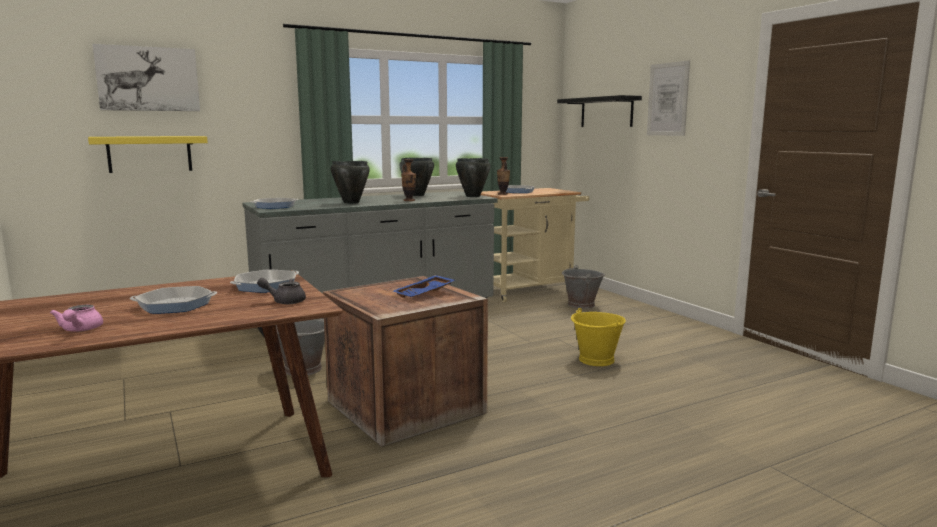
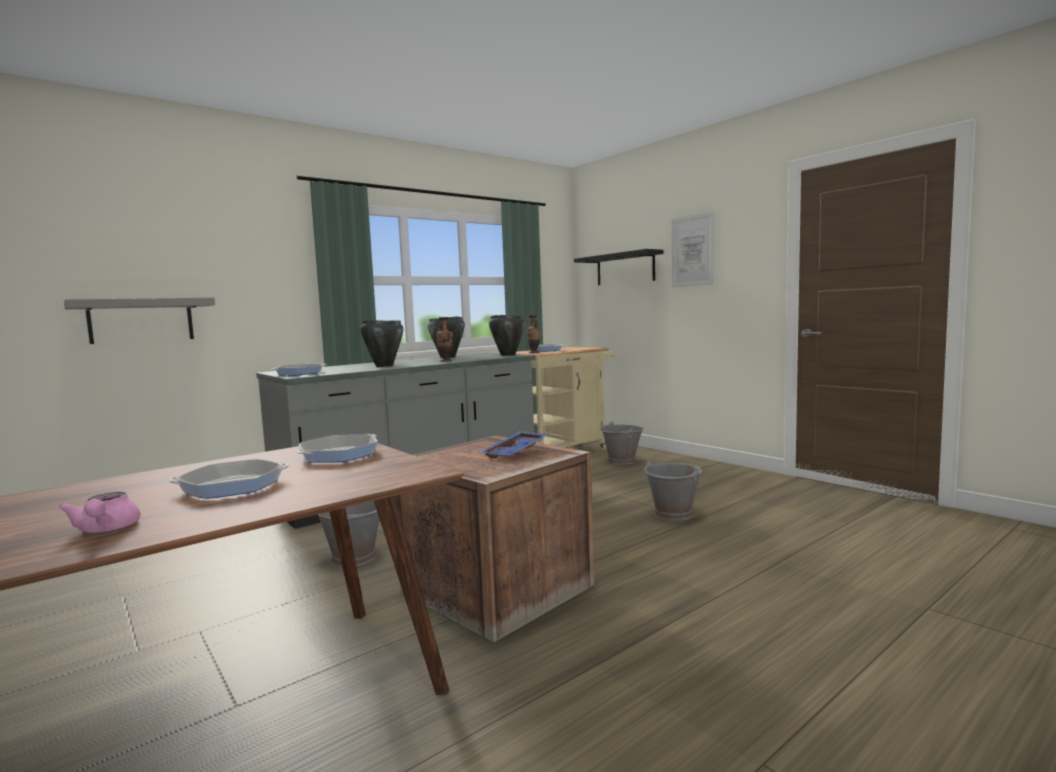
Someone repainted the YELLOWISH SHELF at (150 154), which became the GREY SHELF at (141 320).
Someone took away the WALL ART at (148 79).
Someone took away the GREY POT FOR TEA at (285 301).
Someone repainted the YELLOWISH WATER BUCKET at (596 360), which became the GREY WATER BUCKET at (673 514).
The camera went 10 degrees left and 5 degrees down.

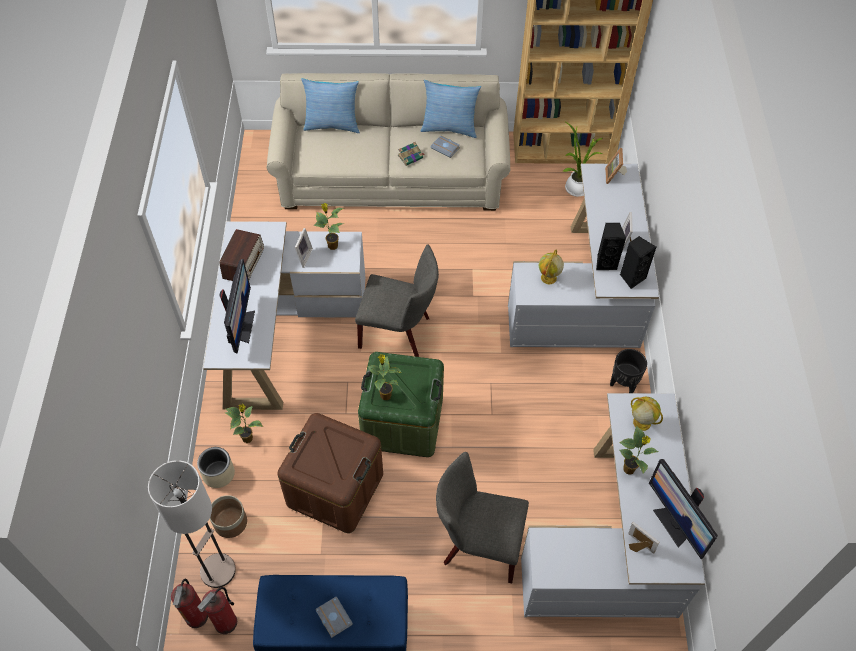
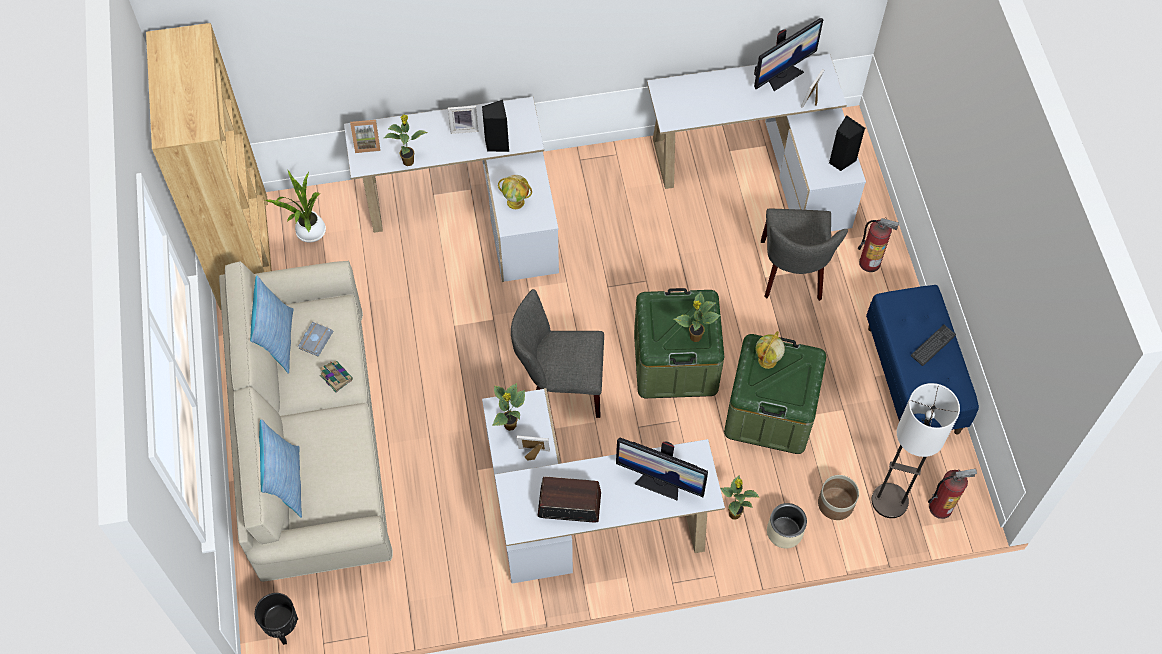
Someone carried the FIRE EXTINGUISHER from (225 623) to (870 262).
Someone rotated the COMPUTER SCREEN at (242 326) by 150 degrees counterclockwise.
Someone repainted the BROWNISH STORAGE CONTAINER at (335 489), which became the GREENISH STORAGE CONTAINER at (770 411).
Someone swapped the GREY VOLUME at (332 618) for the COMPUTER KEYBOARD at (933 345).
Someone rotated the GREY CHAIR at (399 332) by 90 degrees counterclockwise.
Someone carried the BLACK-COLOURED PLANTER from (623 384) to (283 628).
Someone carried the HOUSEPLANT from (629 469) to (409 161).
Someone carried the BLACK-COLOURED LOUDSPEAKER from (632 277) to (841 160).
Someone carried the GLOBE from (641 422) to (767 361).
The camera went 100 degrees left and 5 degrees up.

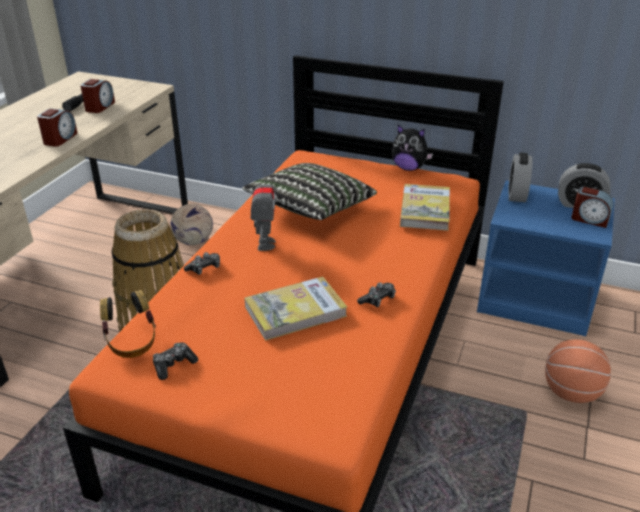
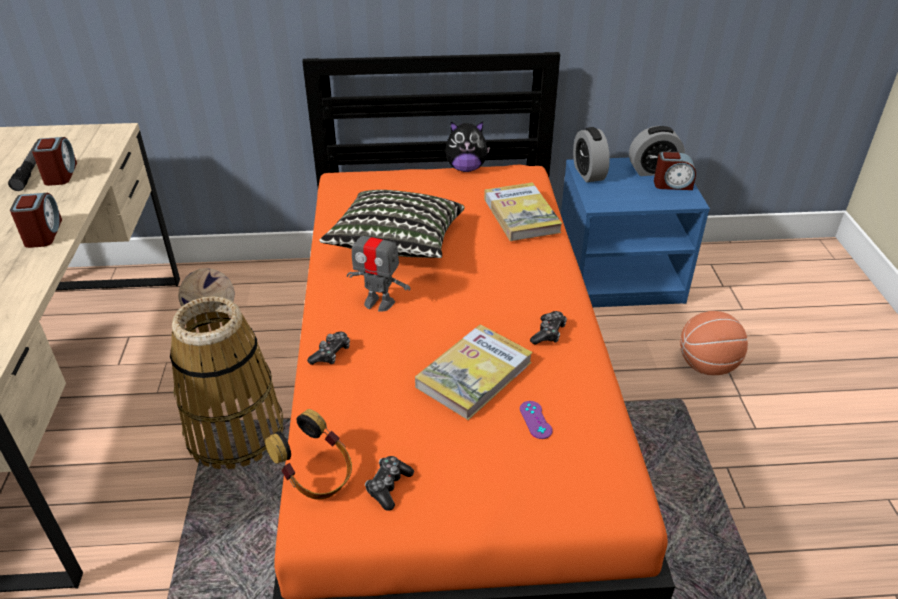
Someone rotated the ROBOT FIGURE at (265 244) by 135 degrees clockwise.
Someone put down the PURPLE-COLOURED JOYPAD at (535 420).
The camera went 25 degrees left and 5 degrees up.

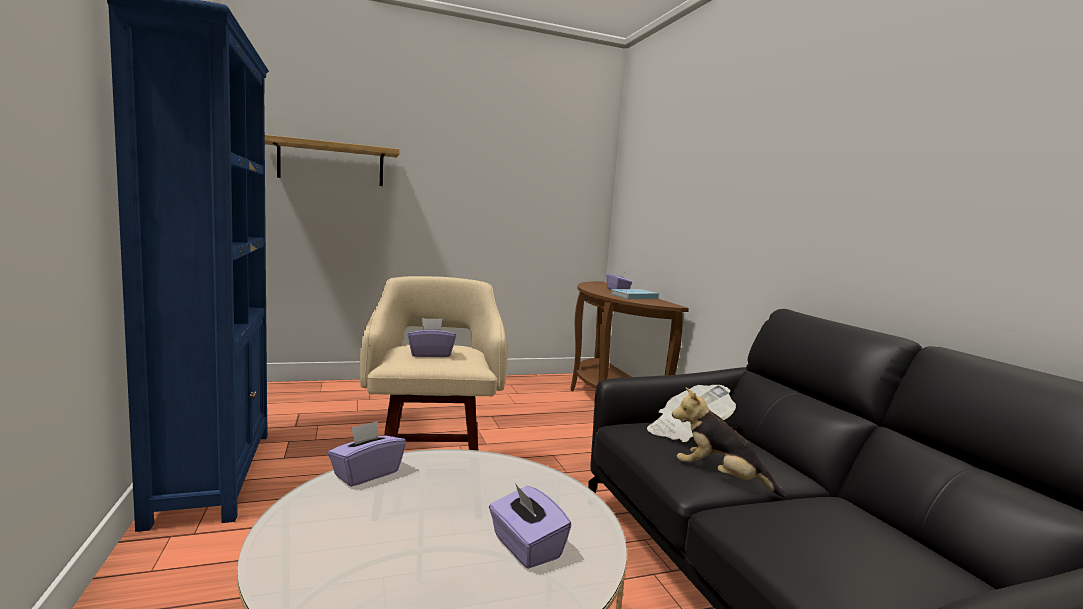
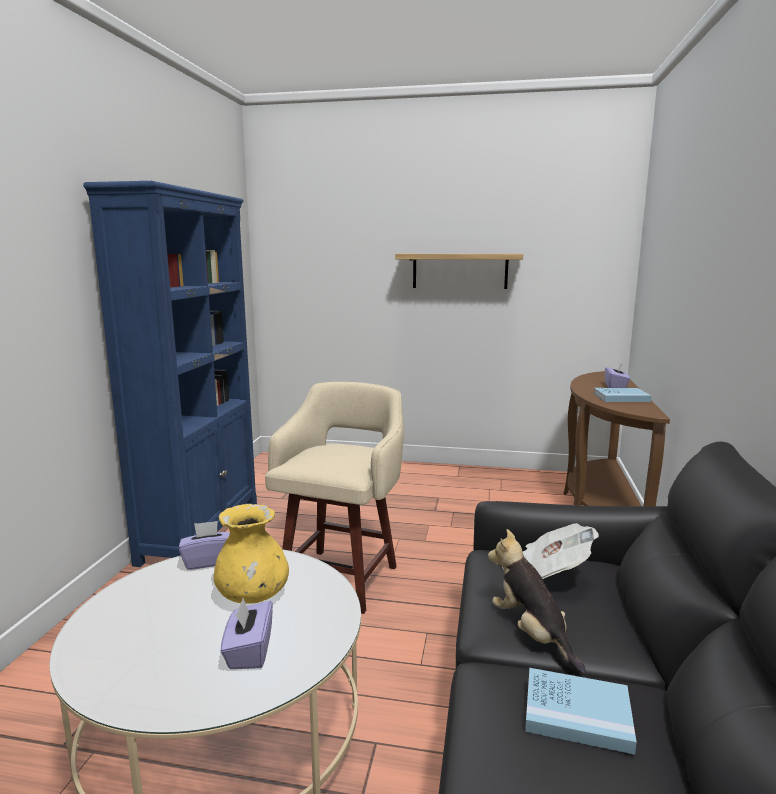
Someone carried the SHELF from (331 163) to (460 271).
Someone took away the PURPLE-COLOURED TISSUE BOX at (430 354).
Someone put down the YELLOWISH FLOWER VASE at (253 596).
Someone put down the BLUISH VOLUME at (577 713).
The camera went 30 degrees right and 5 degrees up.

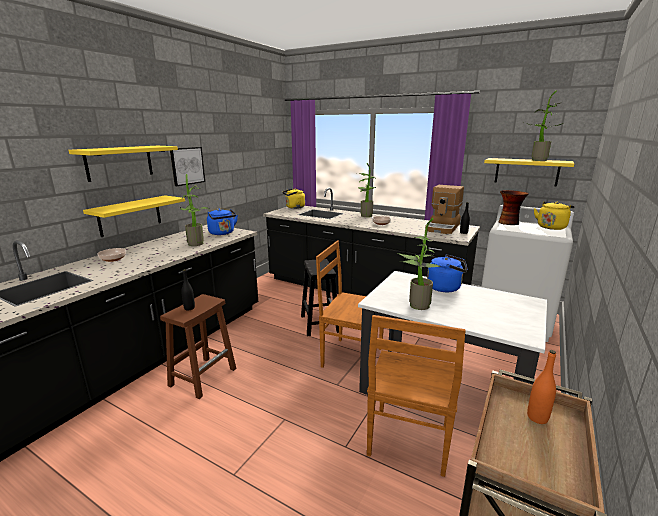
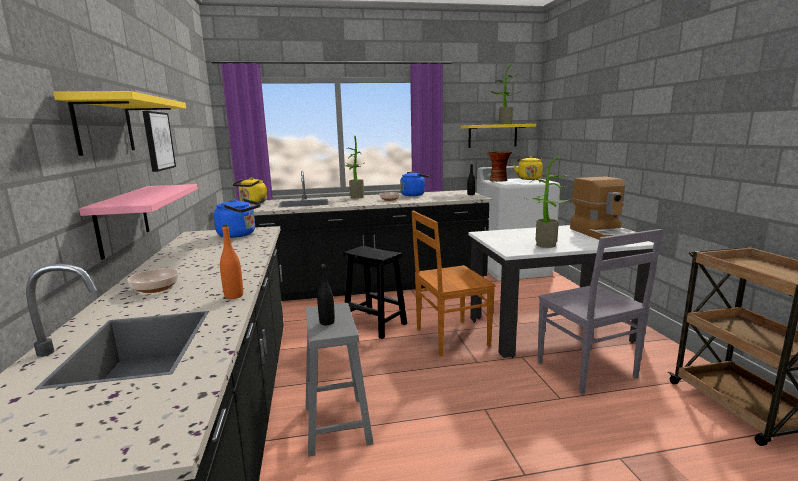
Someone repainted the YELLOWISH SHELF at (130 215), which became the PINKISH SHELF at (122 219).
Someone repainted the BROWNISH SITTING STOOL at (203 376), which became the GREY SITTING STOOL at (336 423).
Someone took away the HOUSEPLANT at (198 244).
Someone repainted the BROWNISH CHAIR at (408 442), which became the GREY CHAIR at (587 371).
Someone carried the COFFEE BREWER from (443 227) to (602 233).
Someone carried the BLUISH TEA KETTLE from (446 287) to (414 195).
Someone carried the ORANGE BOTTLE from (537 417) to (234 296).
The camera went 40 degrees left and 5 degrees down.

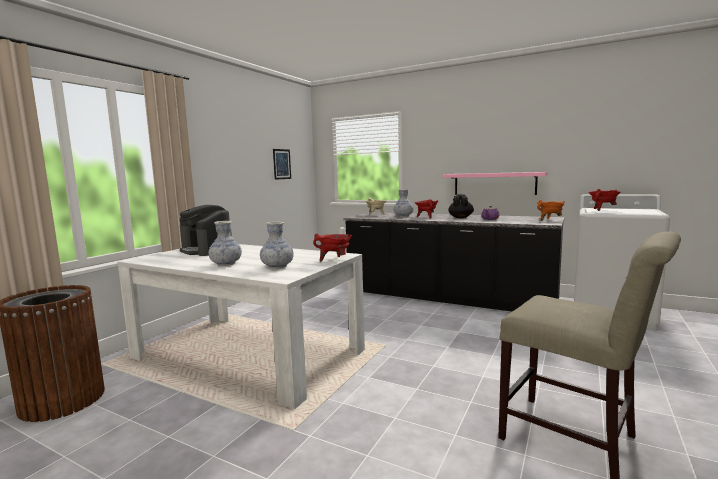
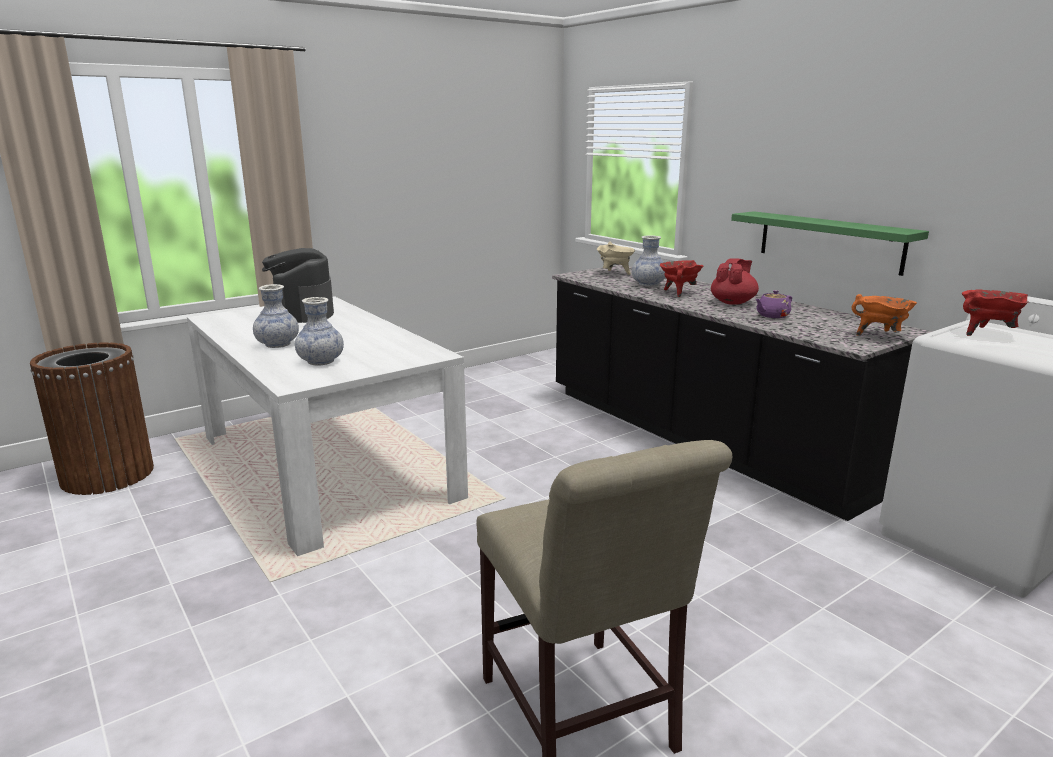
Someone took away the WALL ART at (282 164).
Someone took away the RED STOCKPOT at (334 260).
Someone repainted the PINKISH SHELF at (494 183), which became the GREENISH SHELF at (829 241).
Someone repainted the BLACK-COLOURED POT FOR TEA at (460 217), which became the RED POT FOR TEA at (733 302).
The camera went 25 degrees right and 10 degrees up.

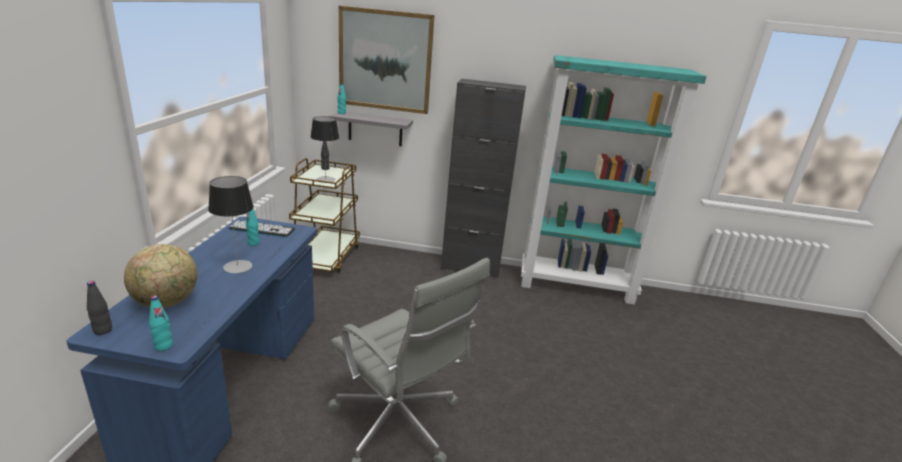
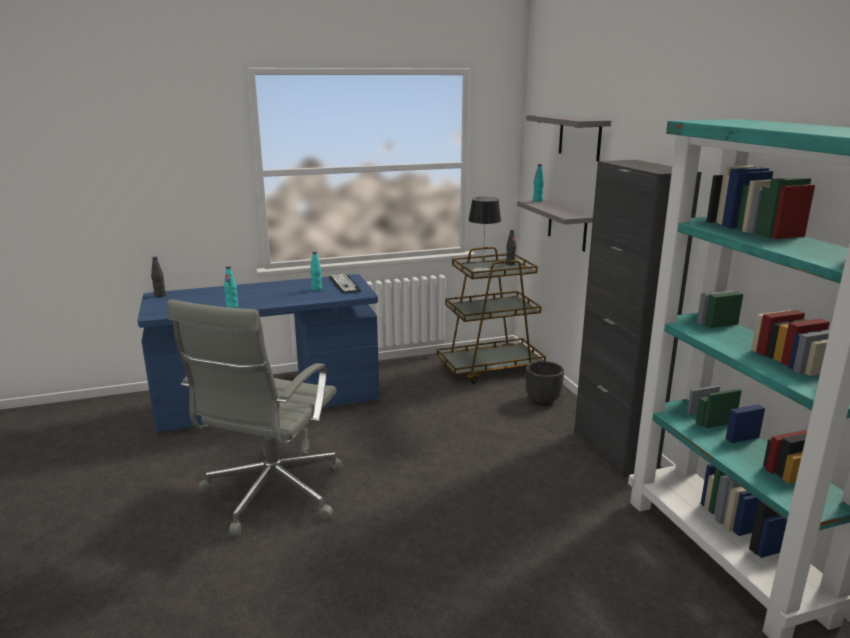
Someone took away the GLOBE at (167 302).
Someone carried the TURQUOISE BOTTLE from (163 346) to (232 307).
Someone took away the LAMP FOR A TABLE at (237 266).
Someone swapped the WALL ART at (385 61) for the GREY SHELF at (580 137).
Someone put down the BLACK-COLOURED PLANTER at (543 401).
The camera went 65 degrees right and 5 degrees down.

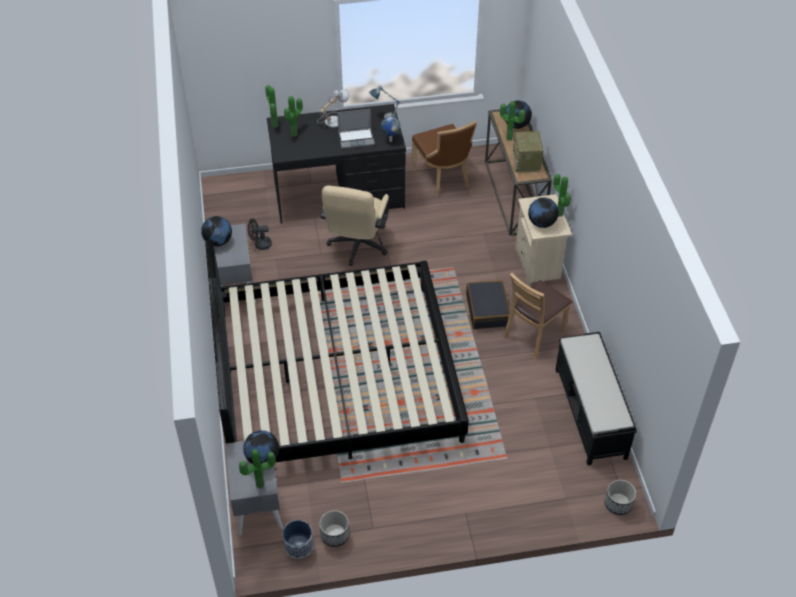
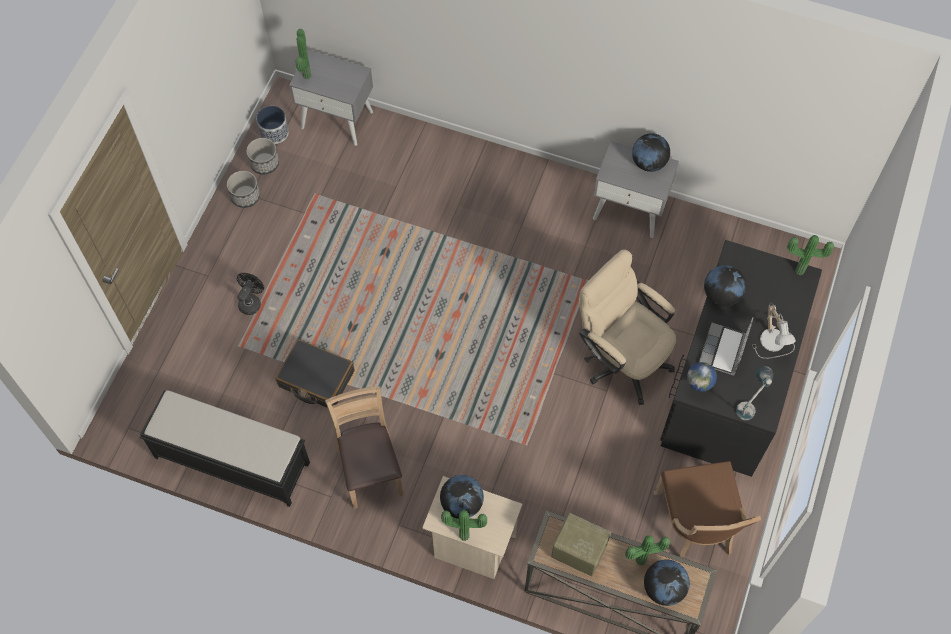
Someone took away the BED at (335 375).
Someone carried the GLOBE from (262 458) to (721 295).
Someone carried the BLACK-COLOURED ELECTRIC FAN from (260 244) to (251 302).
Someone took away the HOUSEPLANT at (295 134).
Someone rotated the BROWNISH CHAIR at (443 177) by 105 degrees counterclockwise.
Someone carried the BLACK-COLOURED TRAVEL CASE from (488 310) to (316 379).
Someone carried the PLANTER from (618 504) to (245 196).
The camera went 120 degrees right and 15 degrees up.

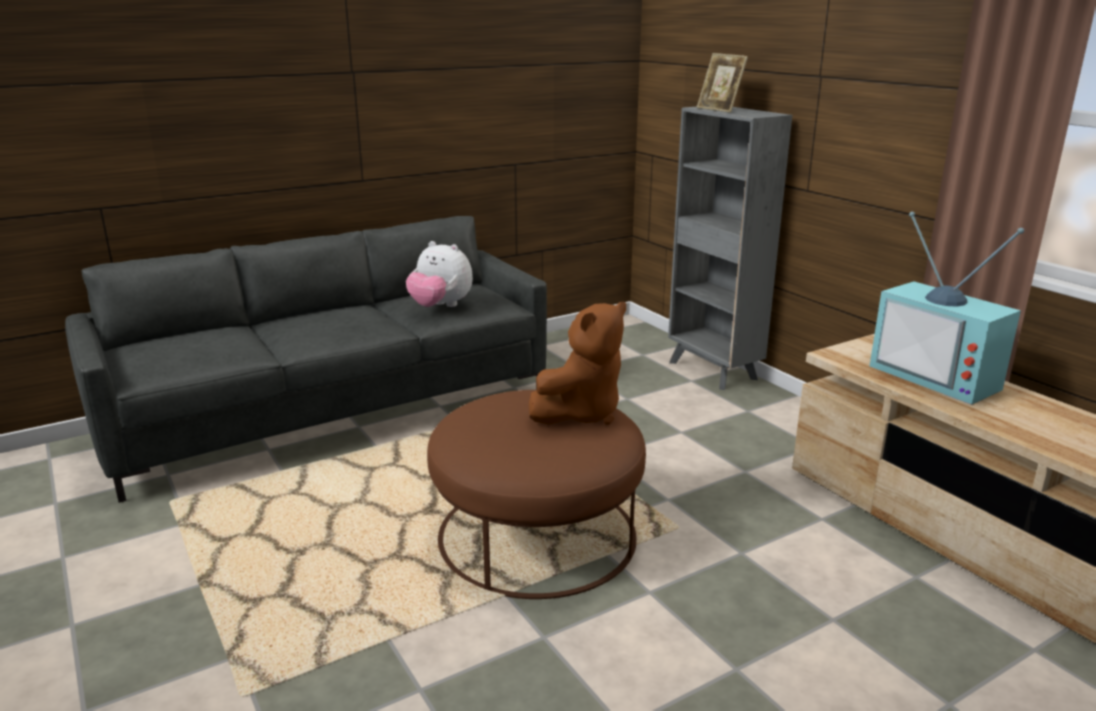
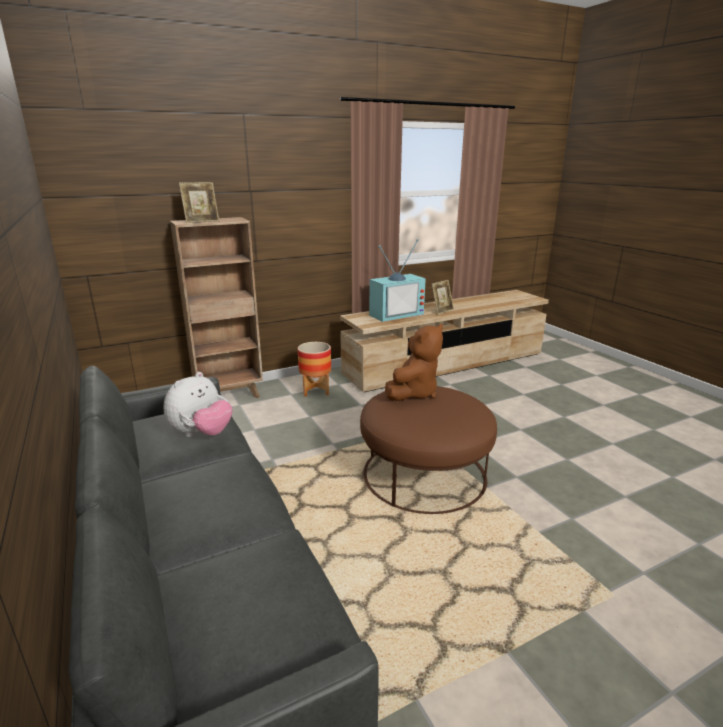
Someone rotated the BROWNISH SOFT TOY at (581 413) by 75 degrees clockwise.
Someone repainted the GREY SHELVING UNIT at (713 371), which became the BROWNISH SHELVING UNIT at (230 396).
Someone put down the PLANTER at (315 390).
Someone put down the STANDING FRAME at (442 311).
The camera went 85 degrees left and 0 degrees up.

